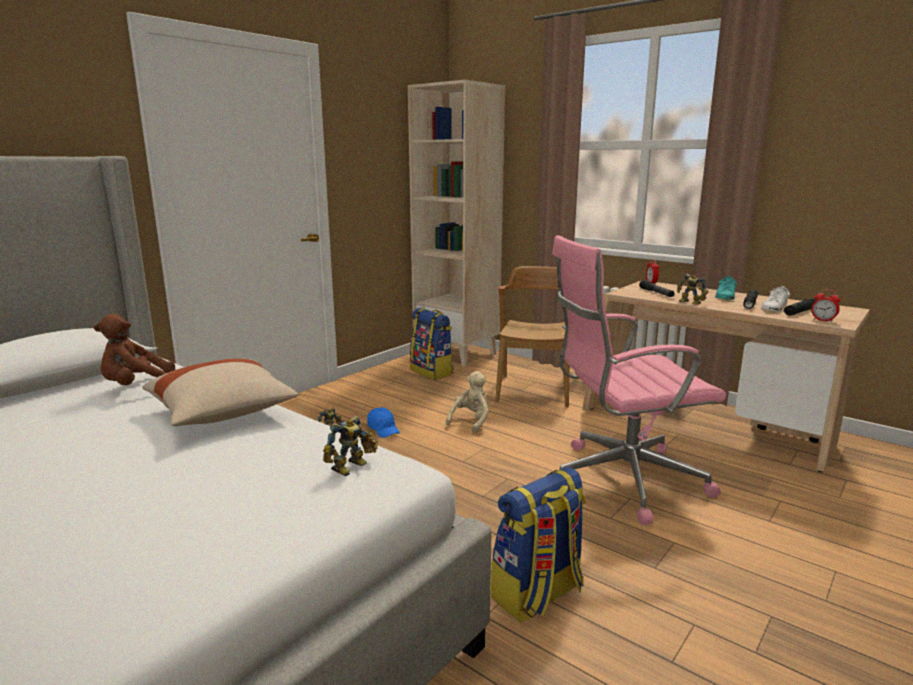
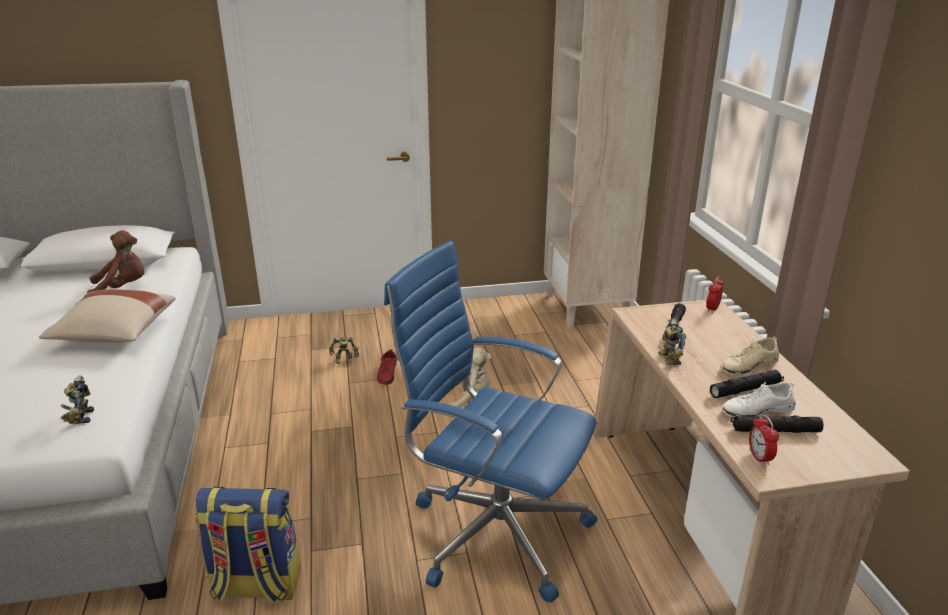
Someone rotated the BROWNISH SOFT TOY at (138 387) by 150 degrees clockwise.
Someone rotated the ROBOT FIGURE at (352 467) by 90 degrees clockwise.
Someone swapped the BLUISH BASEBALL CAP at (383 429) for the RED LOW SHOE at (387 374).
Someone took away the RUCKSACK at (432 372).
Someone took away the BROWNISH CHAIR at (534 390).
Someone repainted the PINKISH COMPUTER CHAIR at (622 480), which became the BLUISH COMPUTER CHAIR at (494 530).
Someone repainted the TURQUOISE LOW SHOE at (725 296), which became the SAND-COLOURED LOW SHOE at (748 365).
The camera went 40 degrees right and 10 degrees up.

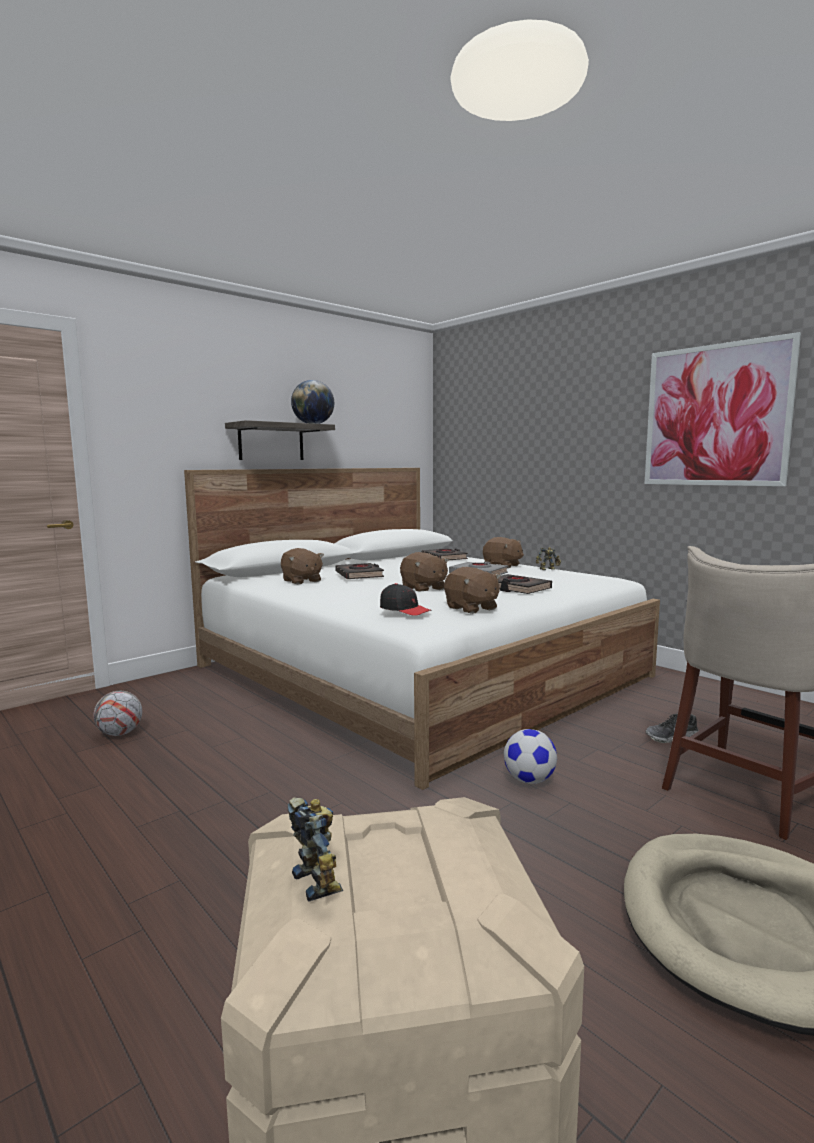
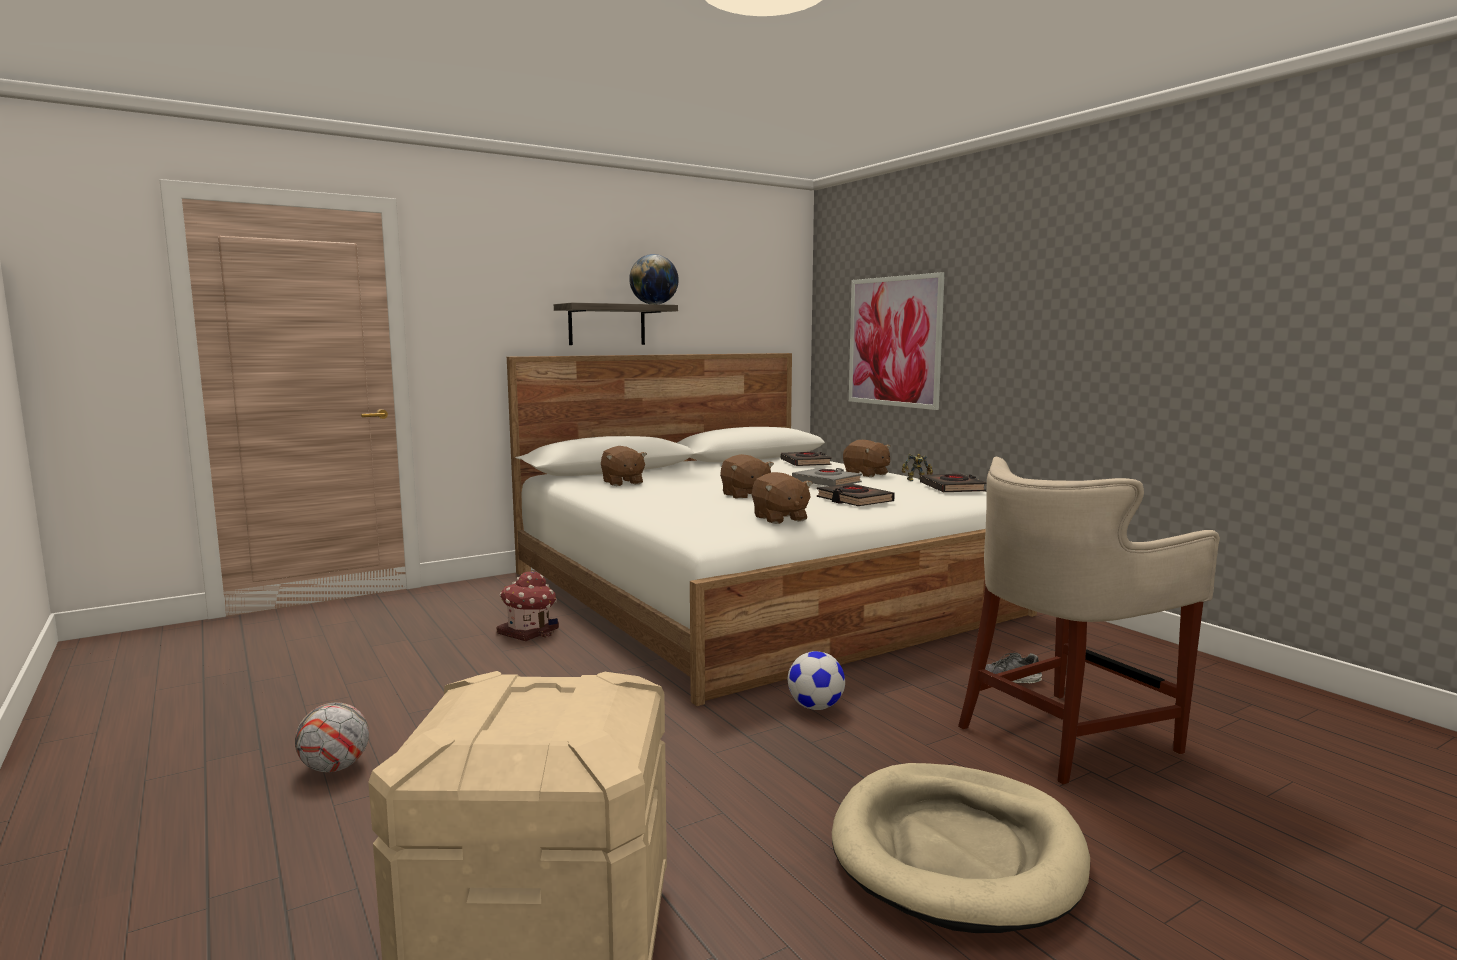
Someone carried the FOOTBALL from (120 733) to (334 767).
Someone took away the ROBOT FIGURE at (320 879).
Someone carried the BLACK-COLOURED VOLUME from (359 575) to (952 488).
Someone took away the BLACK-COLOURED BASEBALL CAP at (404 609).
Someone carried the WALL ART from (715 415) to (894 341).
Someone put down the MINIATURE HOUSE at (529 631).
The camera went 10 degrees right and 0 degrees up.

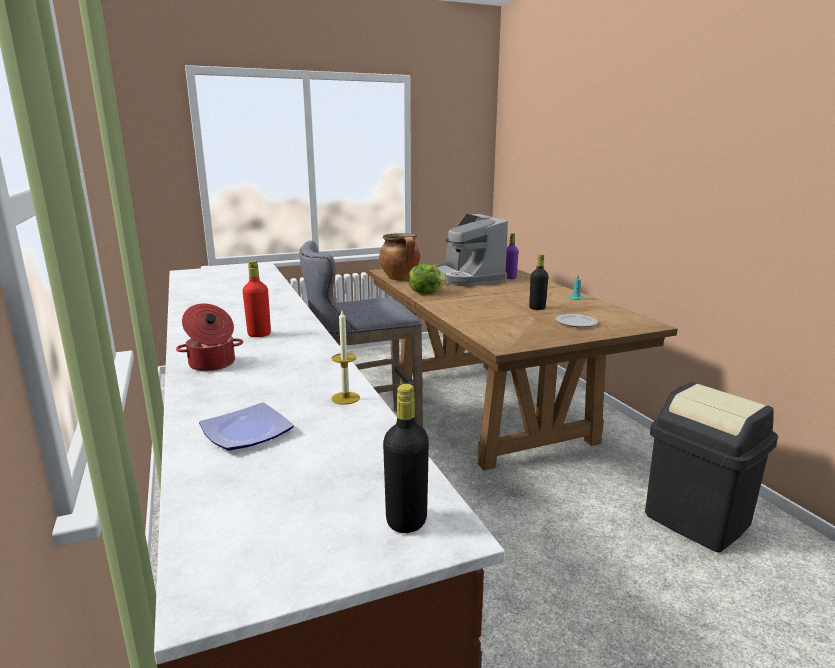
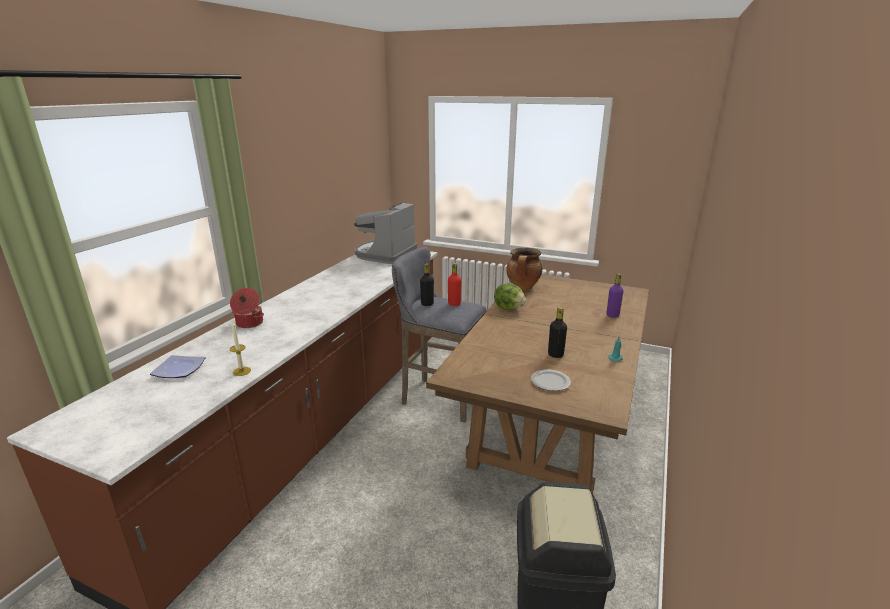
Someone carried the RED BOTTLE from (259 334) to (454 304).
Someone carried the BLACK-COLOURED BOTTLE from (406 521) to (427 304).
Someone carried the COFFEE BREWER from (467 278) to (385 254).
The camera went 45 degrees right and 5 degrees up.

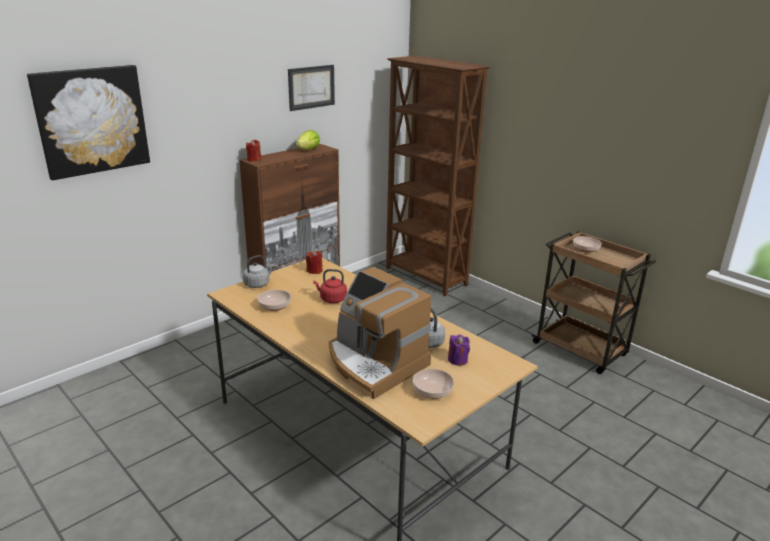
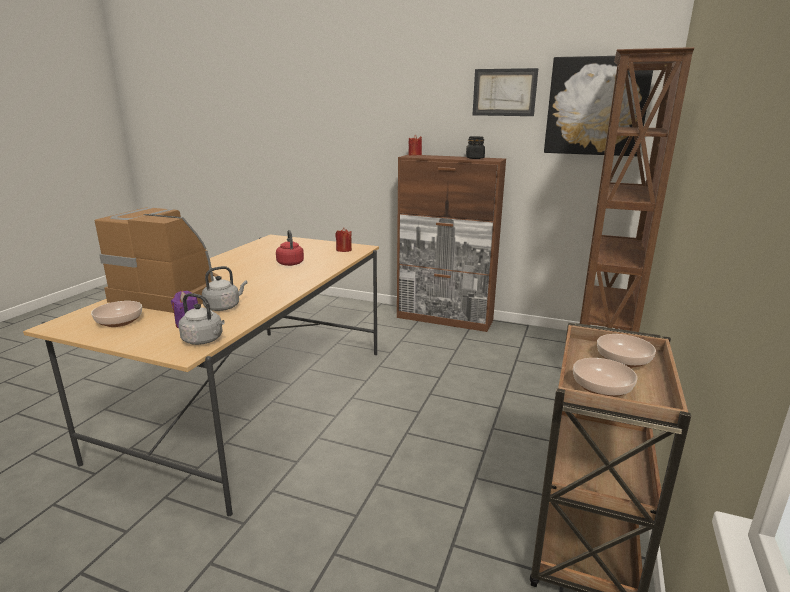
Someone carried the WALL ART from (92 121) to (596 106).
Someone carried the GREY TEA KETTLE from (258 284) to (204 340).
Someone carried the DEEP DISH from (274 306) to (601 387).
Someone swapped the LETTUCE at (308 150) for the BLACK-COLOURED PRESERVE JAR at (474 158).
Someone rotated the COFFEE BREWER at (374 363) by 90 degrees clockwise.
The camera went 65 degrees right and 5 degrees down.

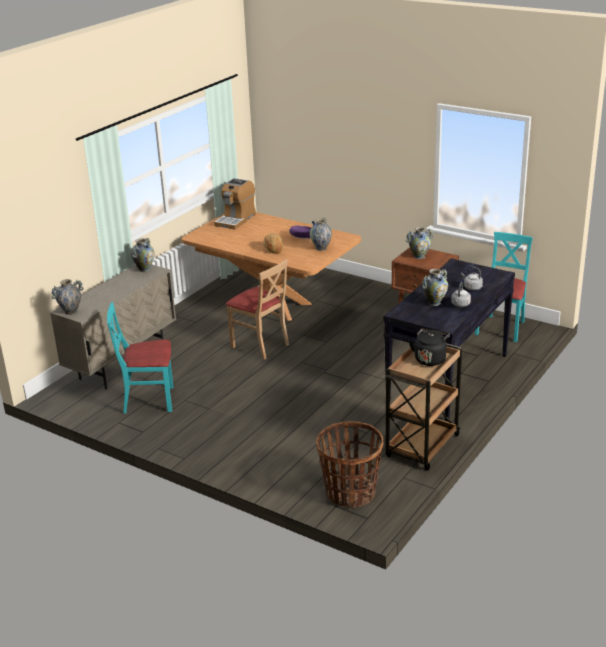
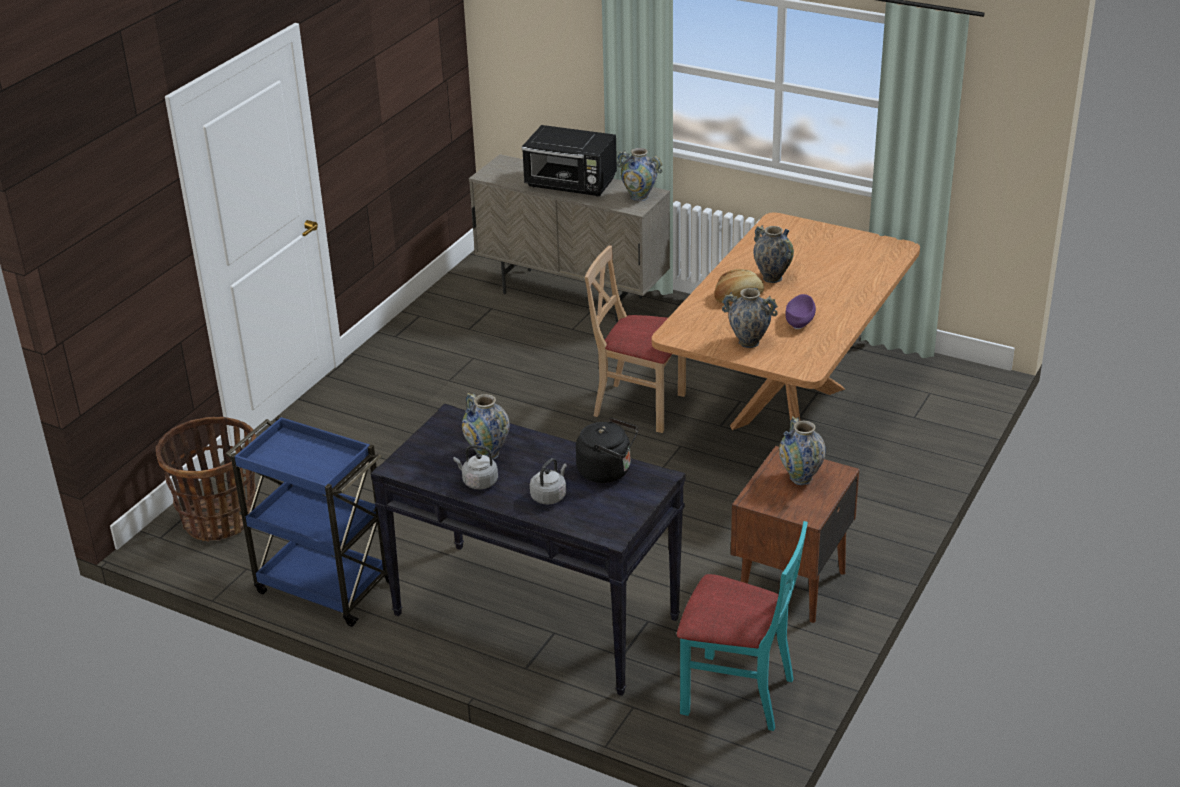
Someone carried the FLOWER VASE from (70 312) to (772 278).
Someone took away the TURQUOISE CHAIR at (149 400).
Someone took away the COFFEE BREWER at (236 219).
Someone rotated the SAND-COLOURED CHAIR at (260 345) by 75 degrees clockwise.
Someone repainted the BROWNISH TROLLEY at (422 447), which became the BLUISH TROLLEY at (322 586).
Someone carried the BLACK-COLOURED TEA KETTLE from (430 359) to (608 471).
Someone put down the BLACK-COLOURED KITCHEN MICROWAVE at (571 185).
The camera went 85 degrees right and 5 degrees up.

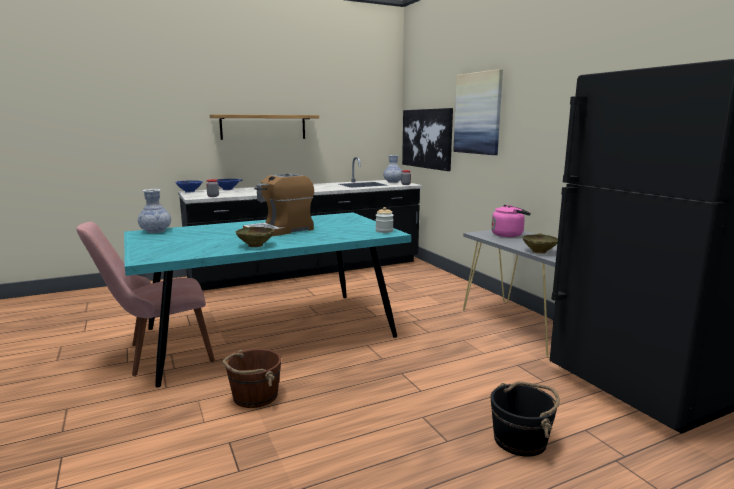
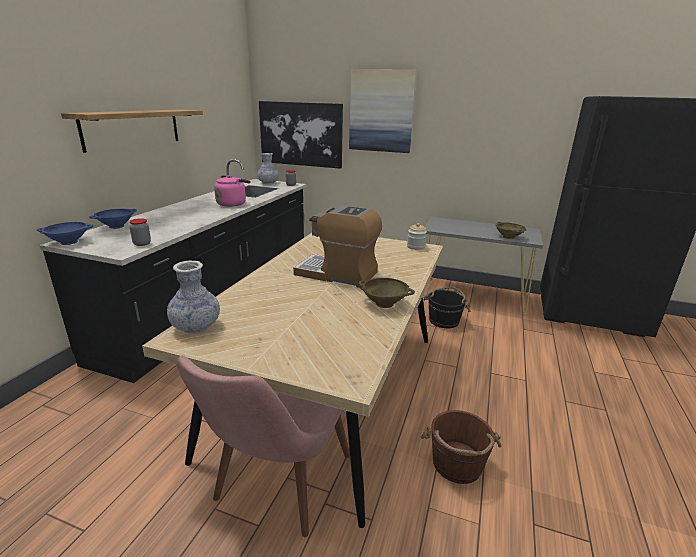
Someone repainted the TURQUOISE DINING TABLE at (269 333), which became the SAND-COLOURED DINING TABLE at (332 391).
Someone rotated the COFFEE BREWER at (280 231) by 105 degrees clockwise.
Someone carried the PINKISH TEA KETTLE from (509 235) to (232 204).
Someone carried the BLACK-COLOURED WATER BUCKET from (521 440) to (444 320).
The camera went 45 degrees left and 10 degrees up.

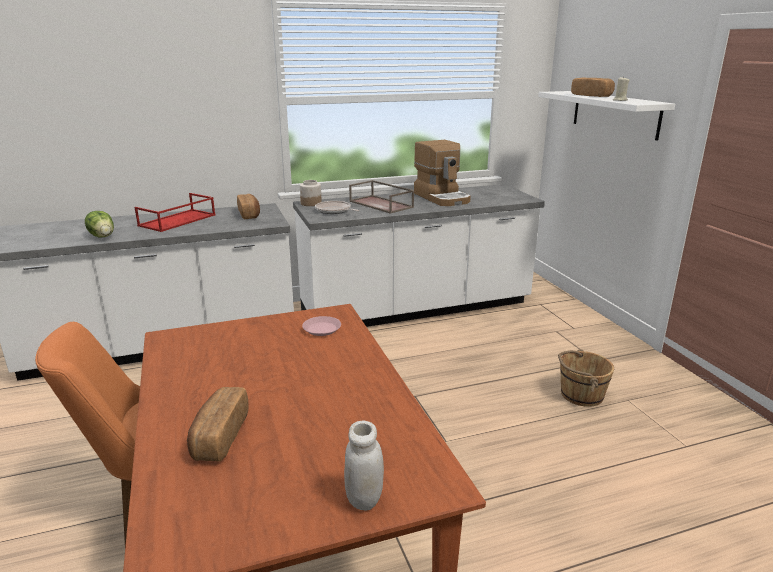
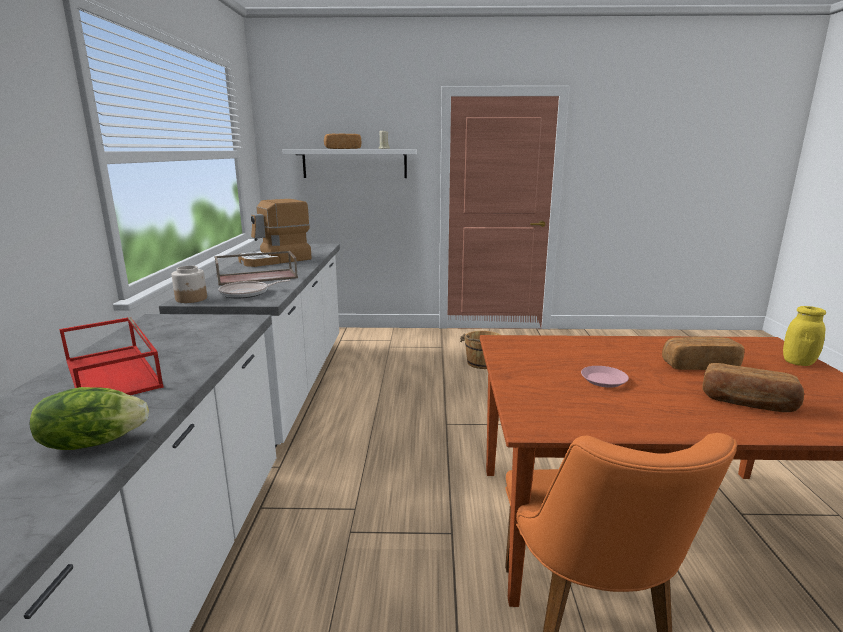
Someone carried the BREAD from (249 214) to (699 365).
Someone carried the PINKISH FLAT DISH from (322 329) to (604 380).
Someone repainted the WHITISH PRESERVE JAR at (364 499), which became the YELLOWISH PRESERVE JAR at (798 362).
Someone rotated the COFFEE BREWER at (442 197) by 150 degrees clockwise.
The camera went 70 degrees left and 5 degrees down.

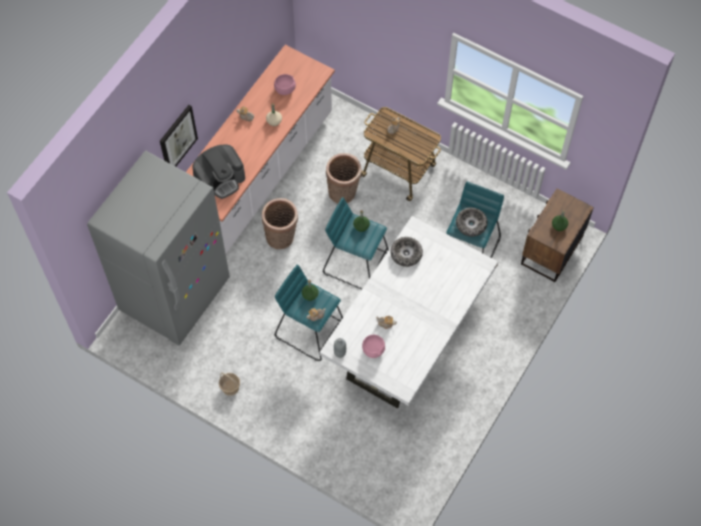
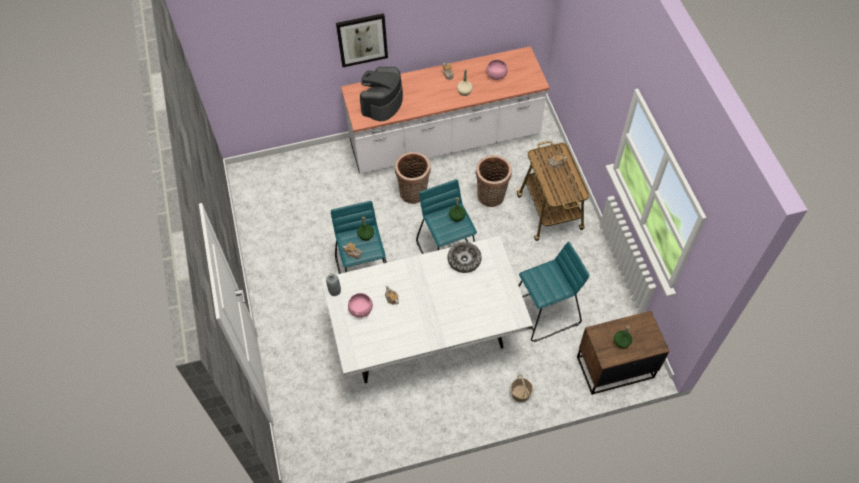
Someone took away the GREY REFRIGERATOR at (175 295).
Someone rotated the COFFEE BREWER at (220 180) by 105 degrees clockwise.
Someone carried the BASKET from (230 387) to (520 394).
Someone took away the DEEP DISH at (471 224).
The camera went 45 degrees right and 5 degrees down.

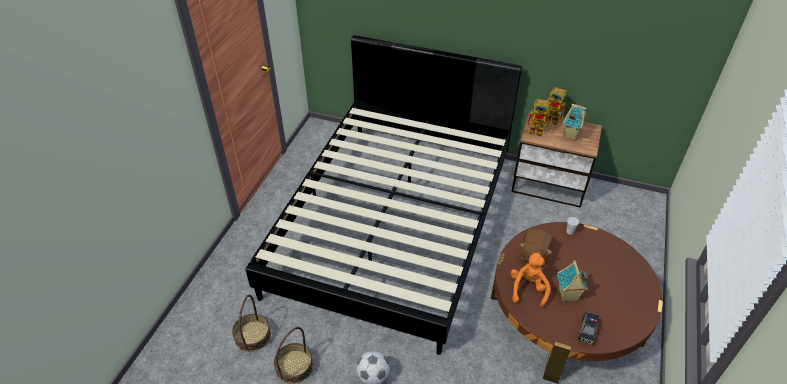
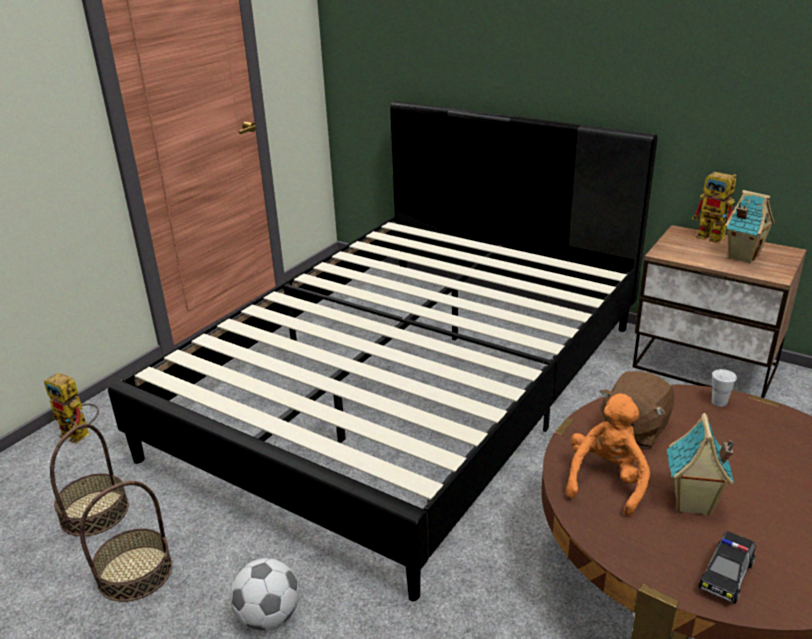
Someone carried the ROBOT FIGURE from (539 132) to (81 435).
The camera went 15 degrees right and 15 degrees down.

